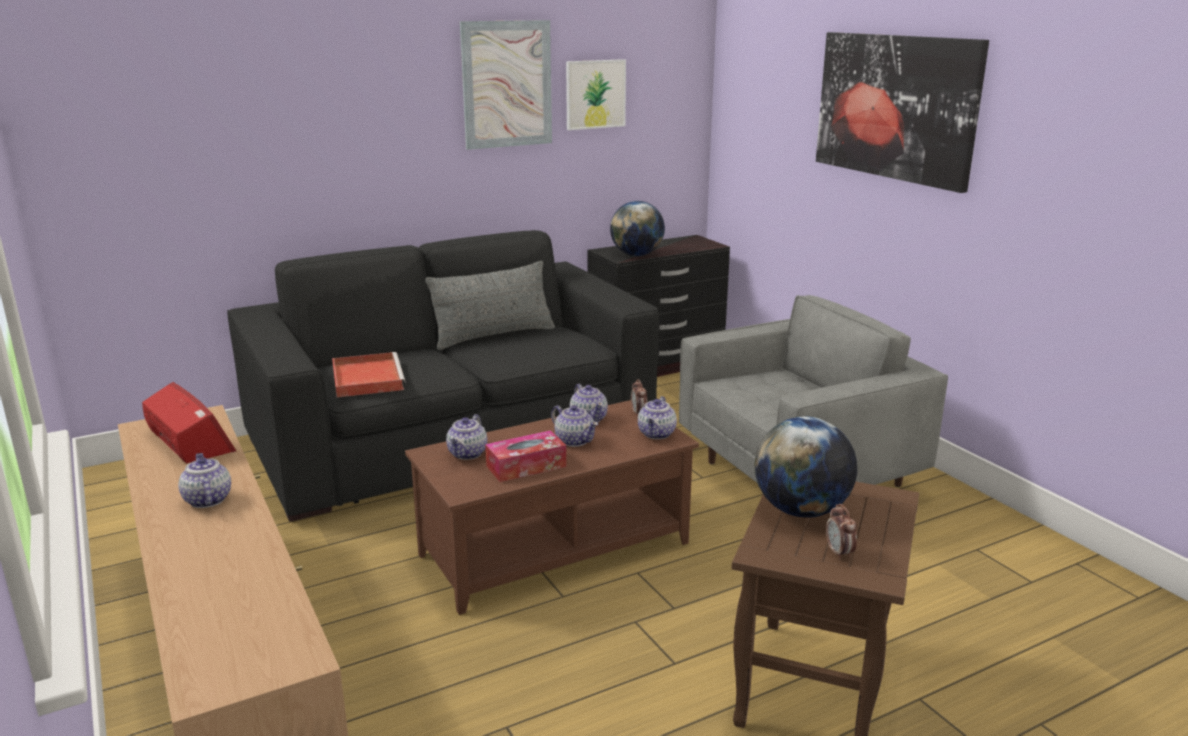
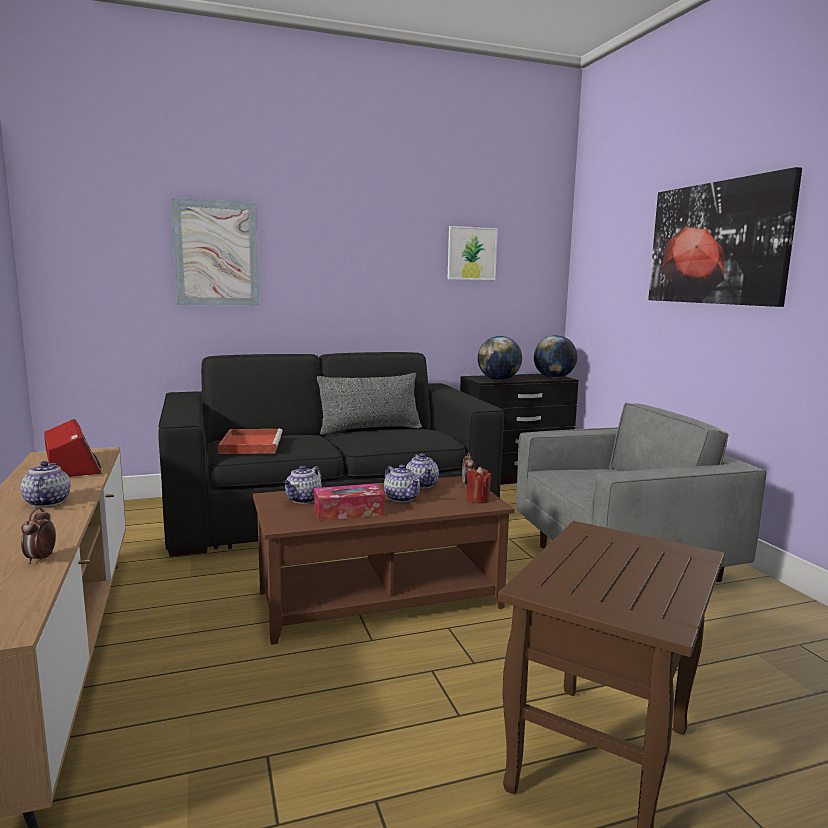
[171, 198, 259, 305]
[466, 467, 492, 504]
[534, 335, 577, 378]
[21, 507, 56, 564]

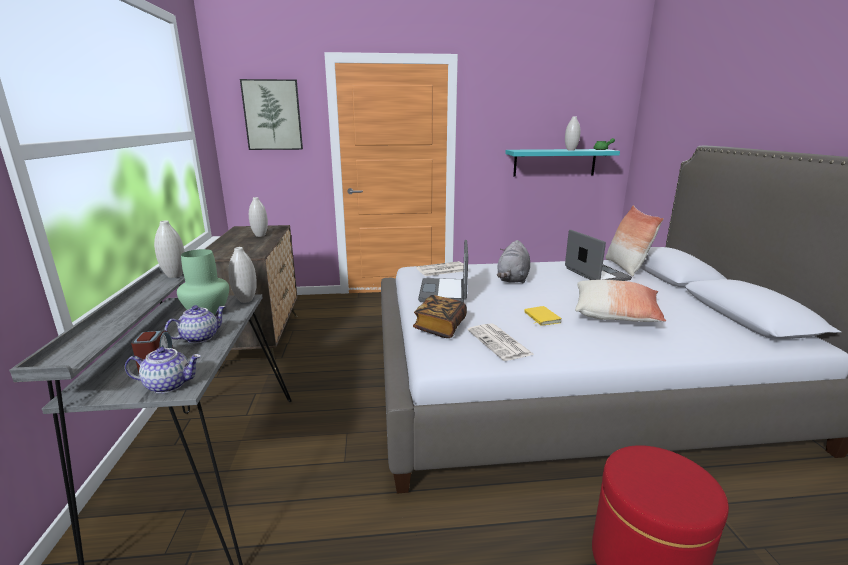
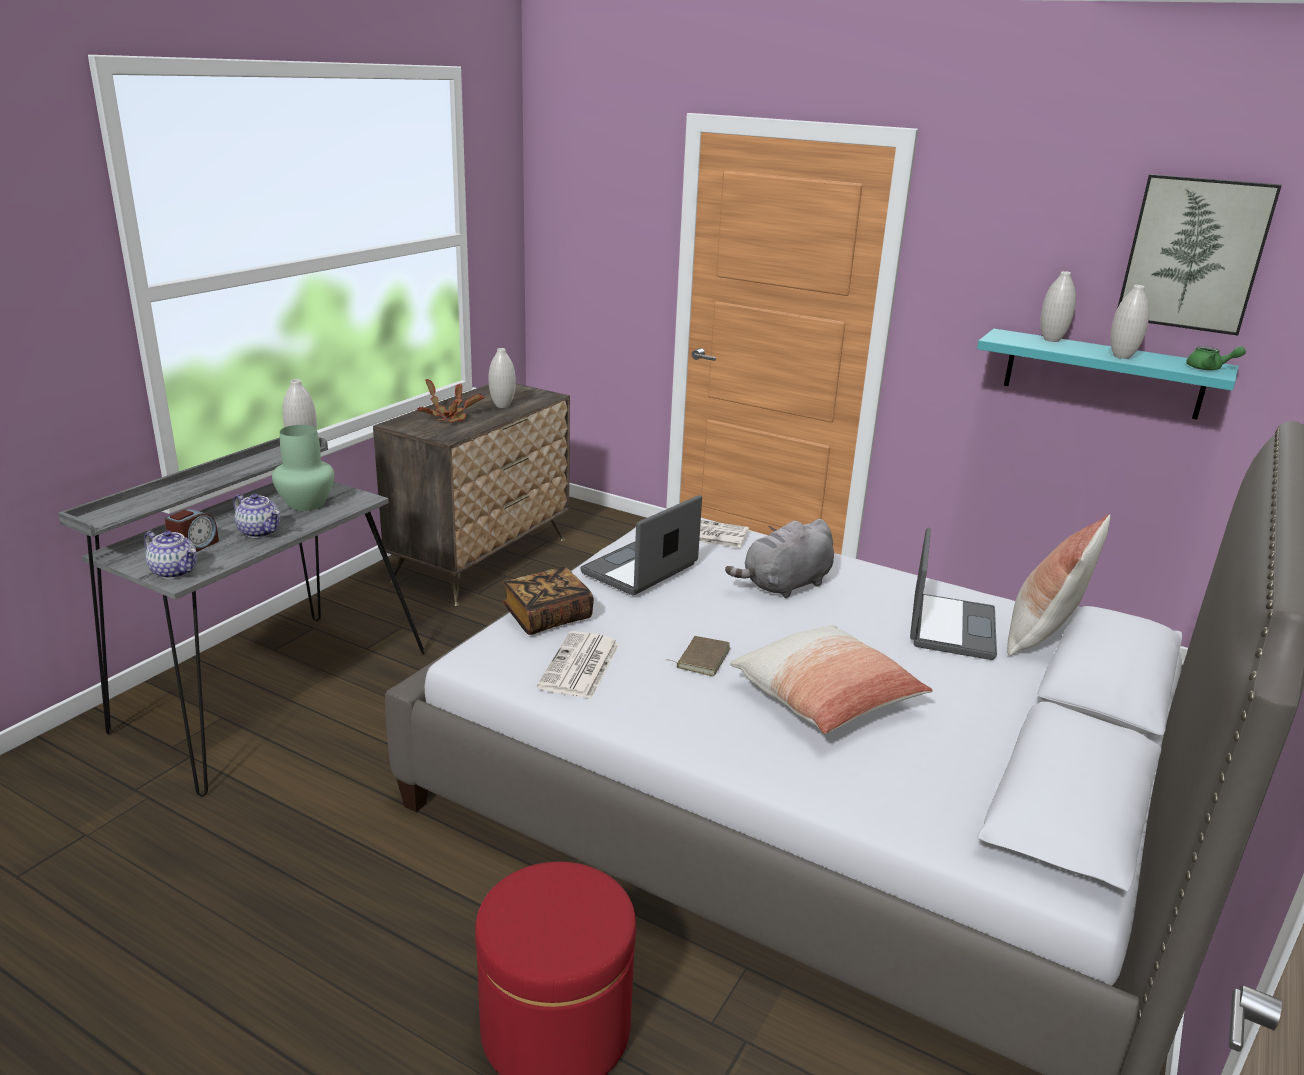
[233, 494, 280, 538]
[1040, 271, 1076, 342]
[1118, 174, 1282, 336]
[670, 636, 730, 676]
[417, 379, 485, 423]

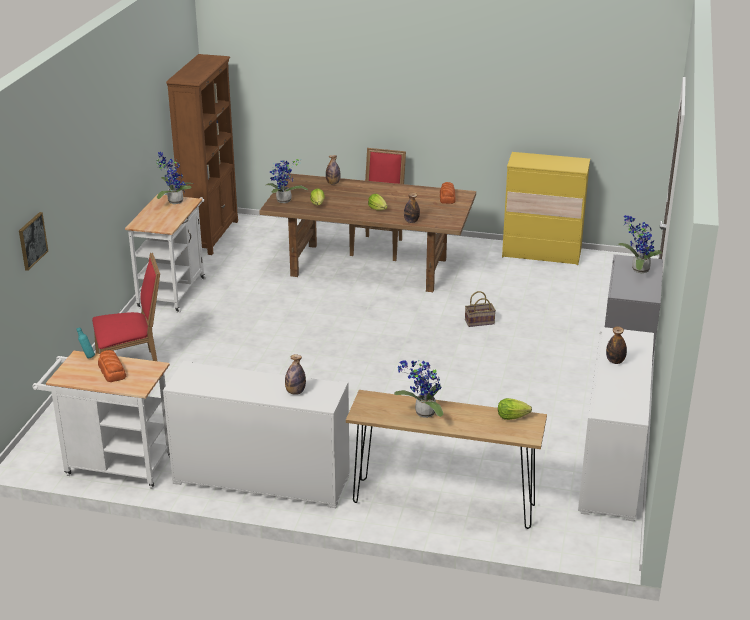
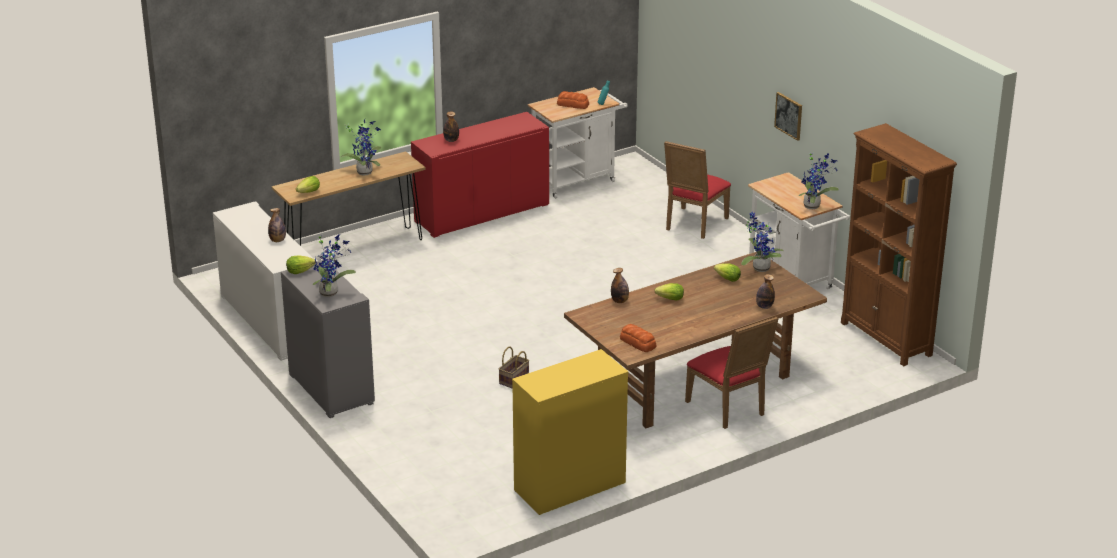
[774, 92, 802, 141]
[411, 112, 549, 238]
[286, 256, 316, 274]

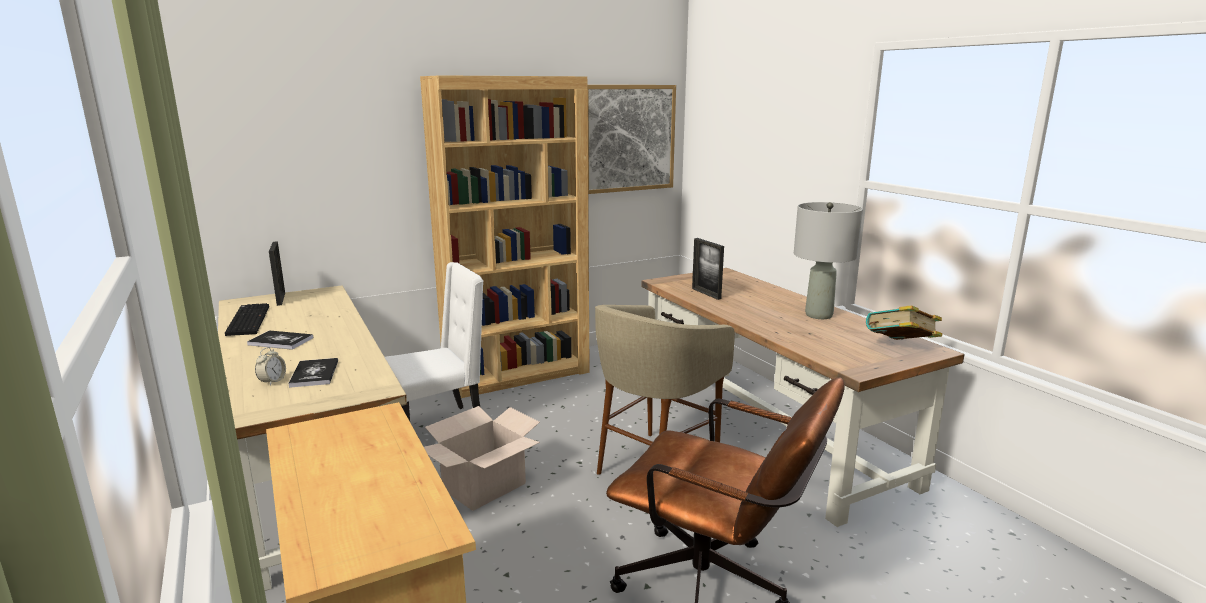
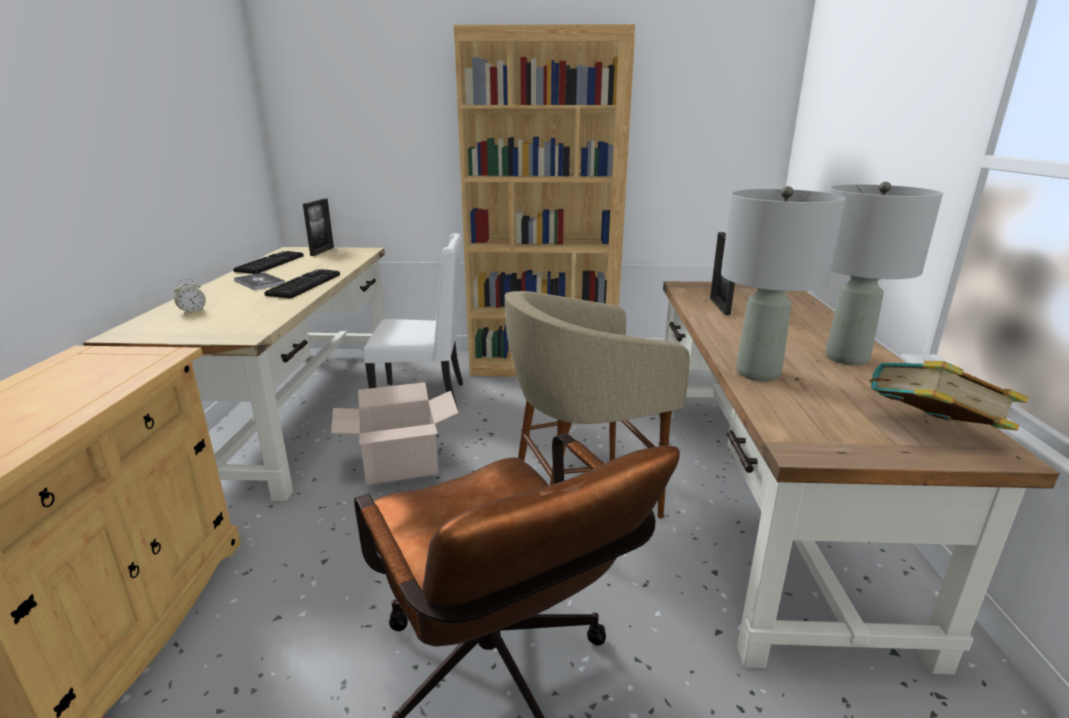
[288, 358, 338, 388] (first image)
[587, 85, 676, 194] (first image)
[264, 269, 340, 299]
[721, 186, 846, 382]

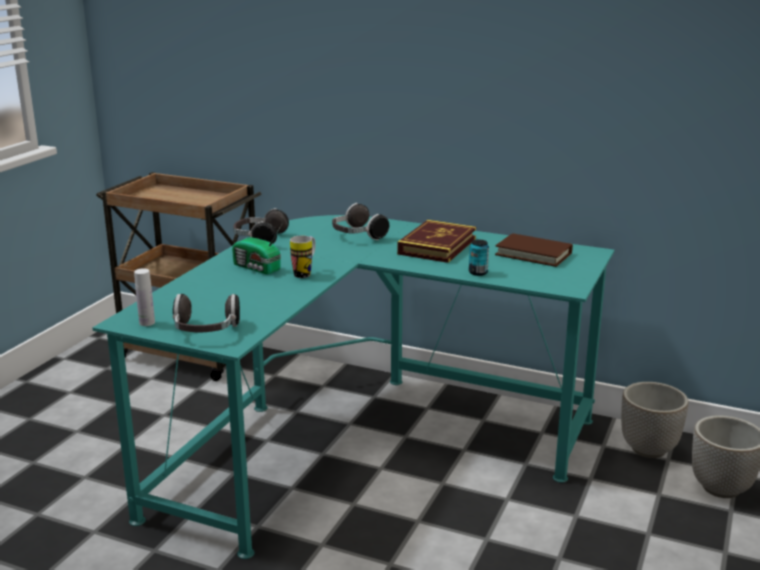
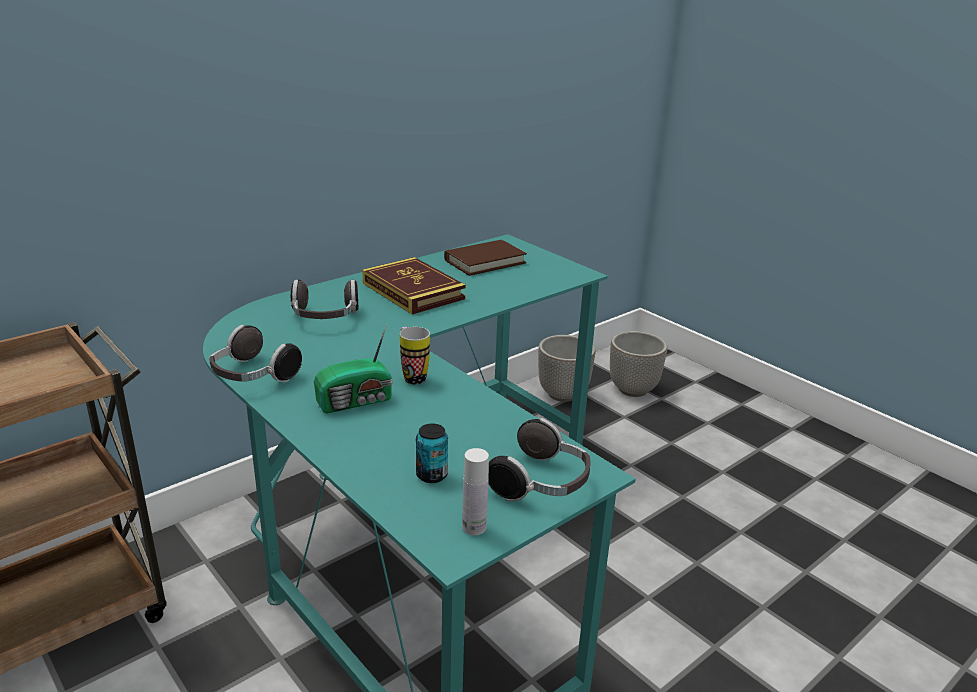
[416, 424, 448, 483]

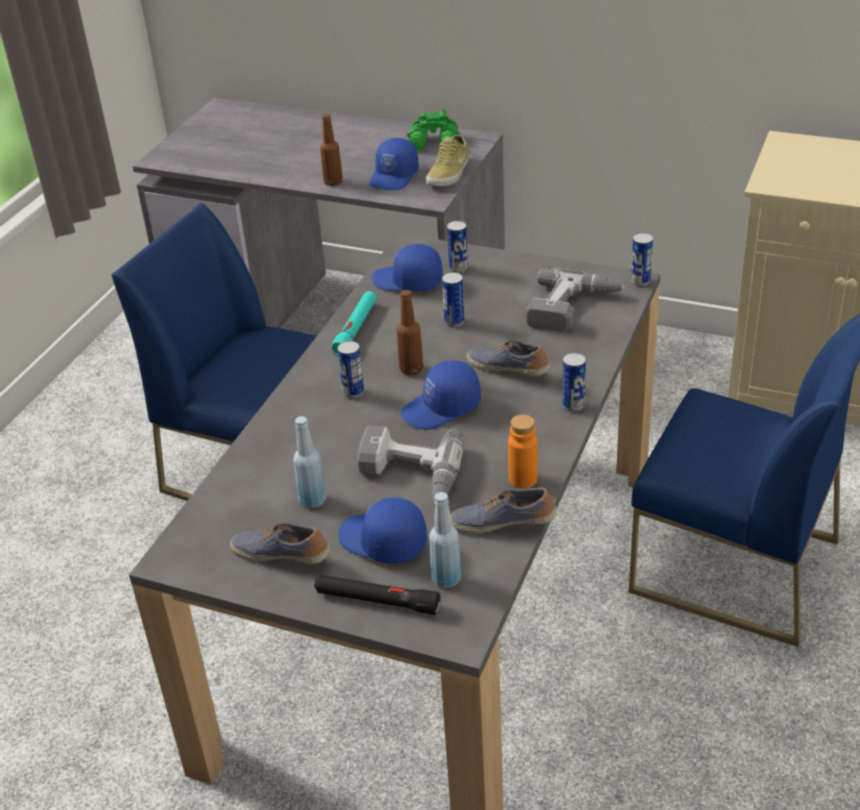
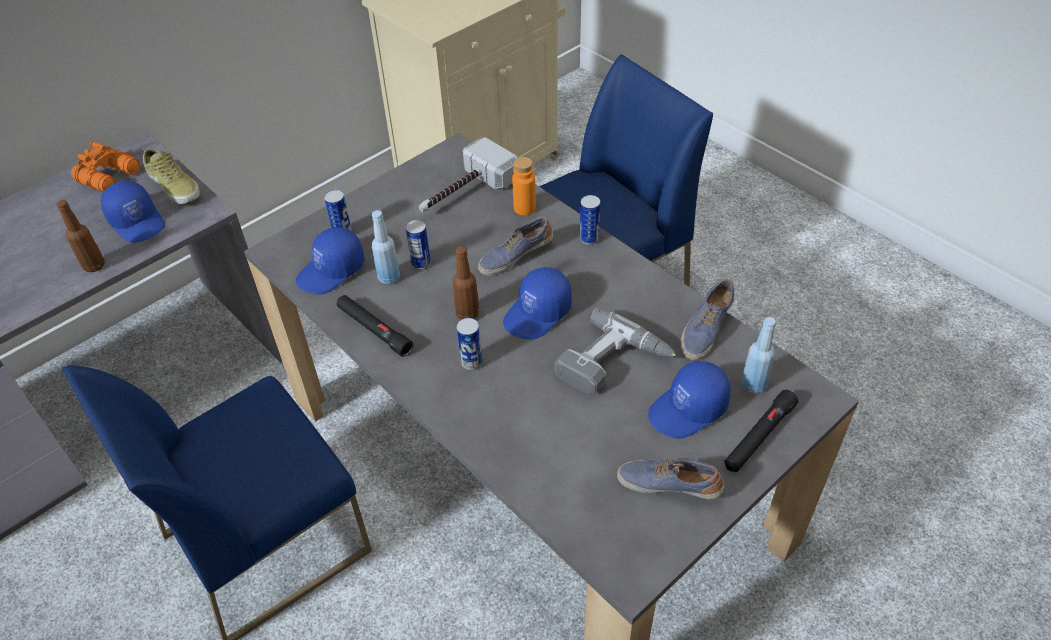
[617, 459, 724, 499]
[372, 210, 400, 284]
[337, 295, 413, 357]
[503, 267, 572, 340]
[71, 141, 140, 192]
[512, 157, 536, 215]
[419, 137, 518, 212]
[631, 233, 653, 287] (first image)

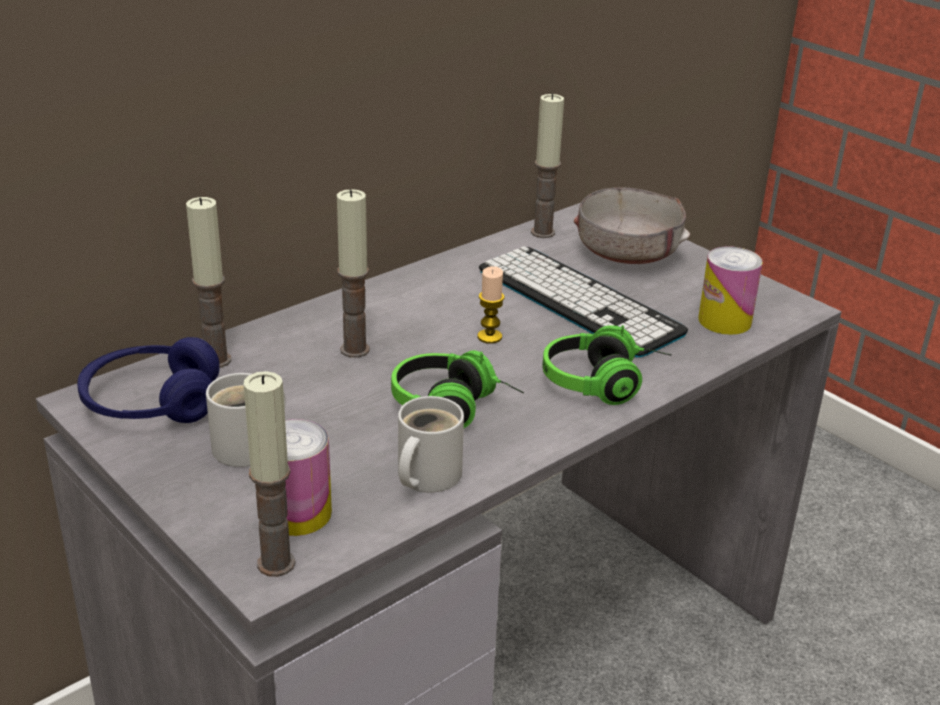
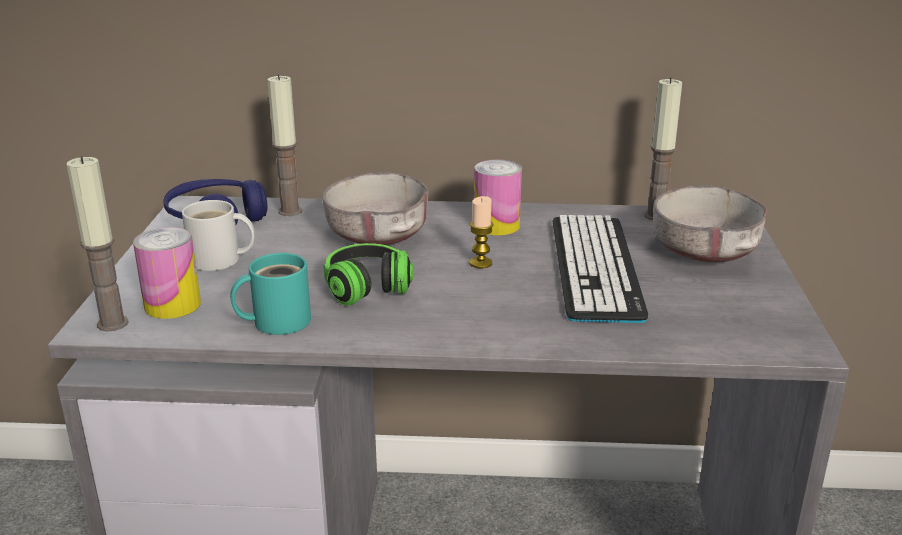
[322, 172, 429, 245]
[230, 253, 311, 335]
[542, 325, 672, 405] (first image)
[474, 160, 522, 236]

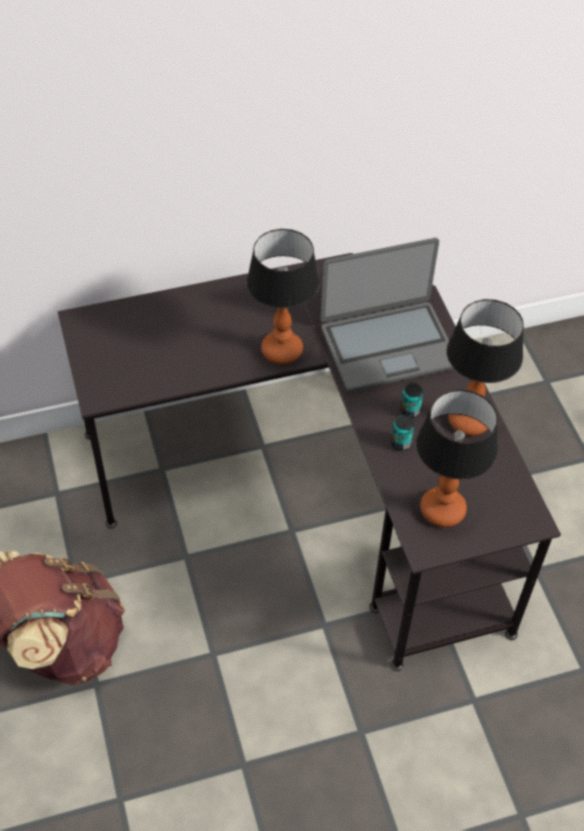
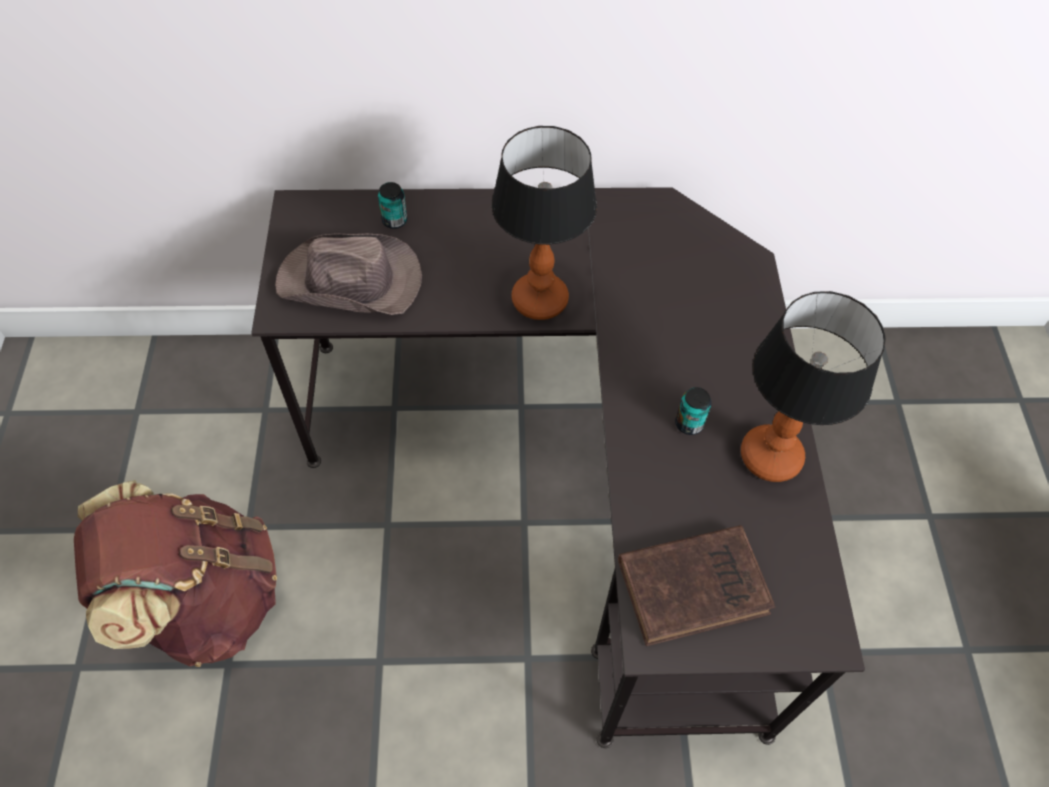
[320, 238, 454, 392] (first image)
[378, 182, 407, 229]
[618, 525, 775, 646]
[275, 233, 422, 315]

